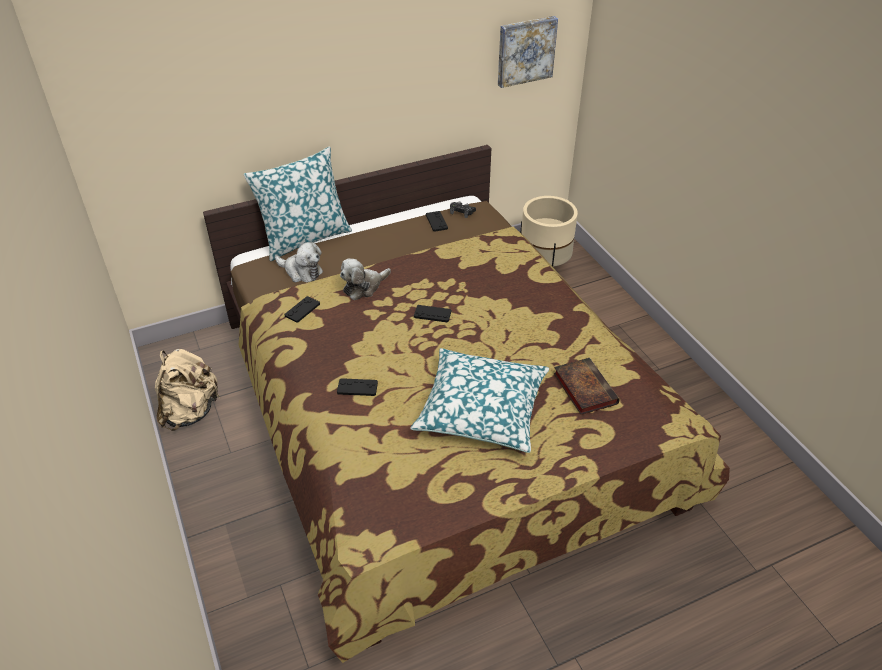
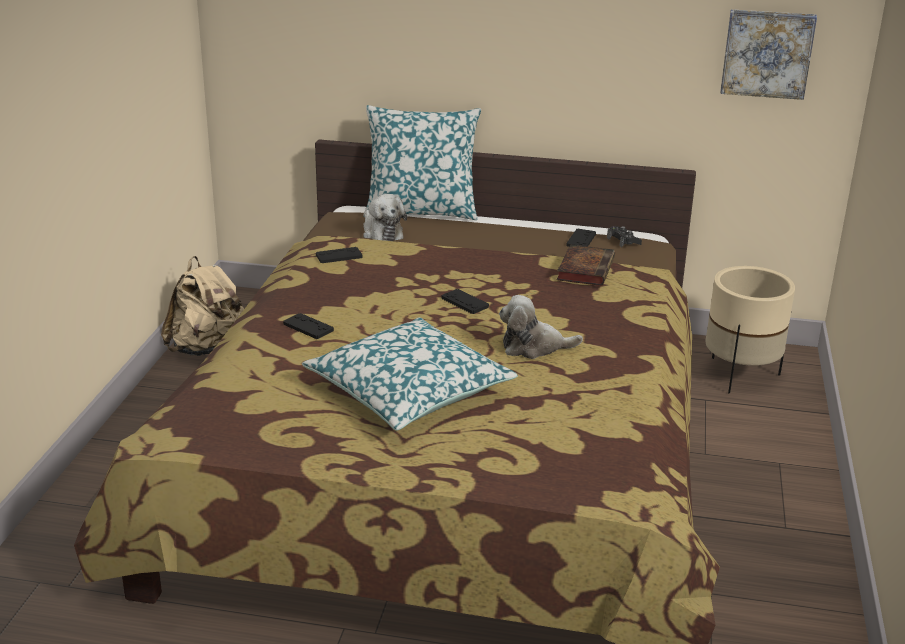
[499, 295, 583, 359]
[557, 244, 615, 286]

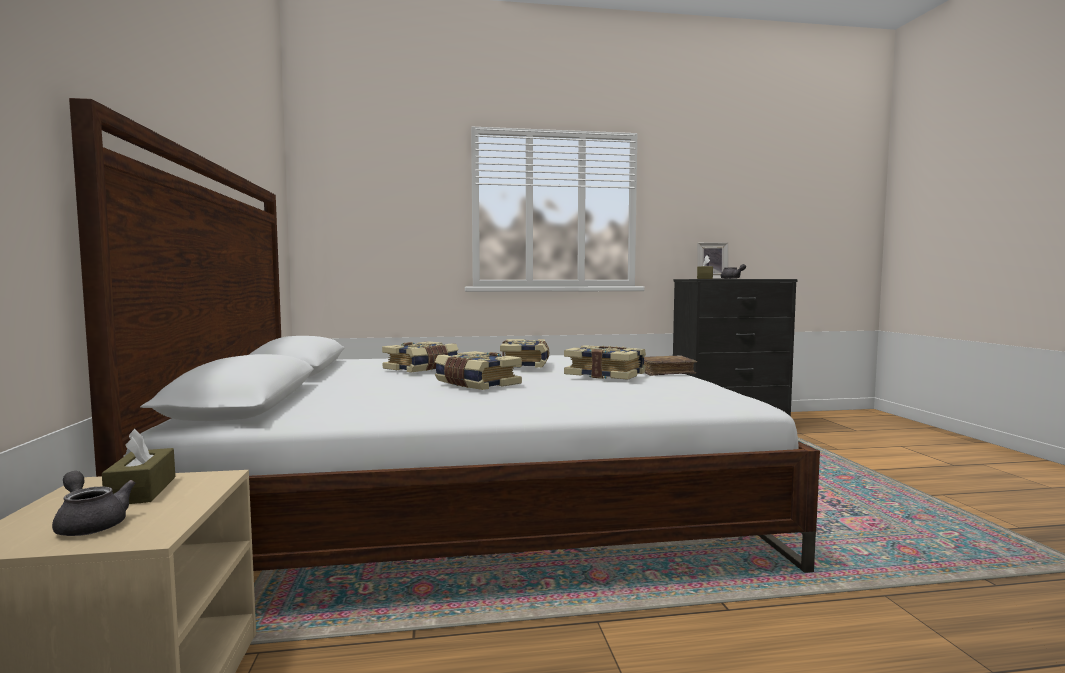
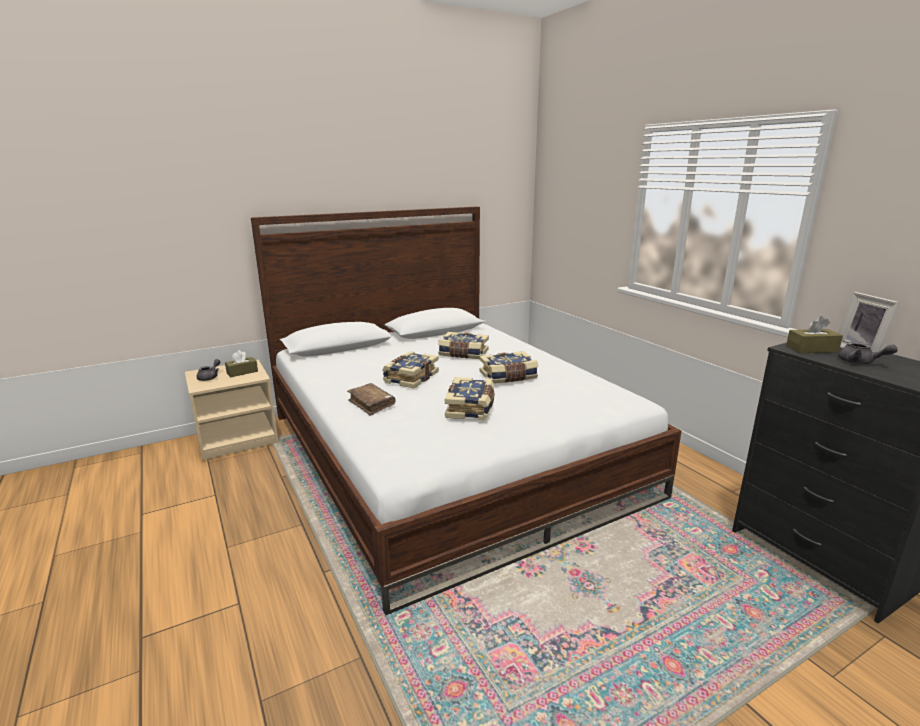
[347, 383, 396, 416]

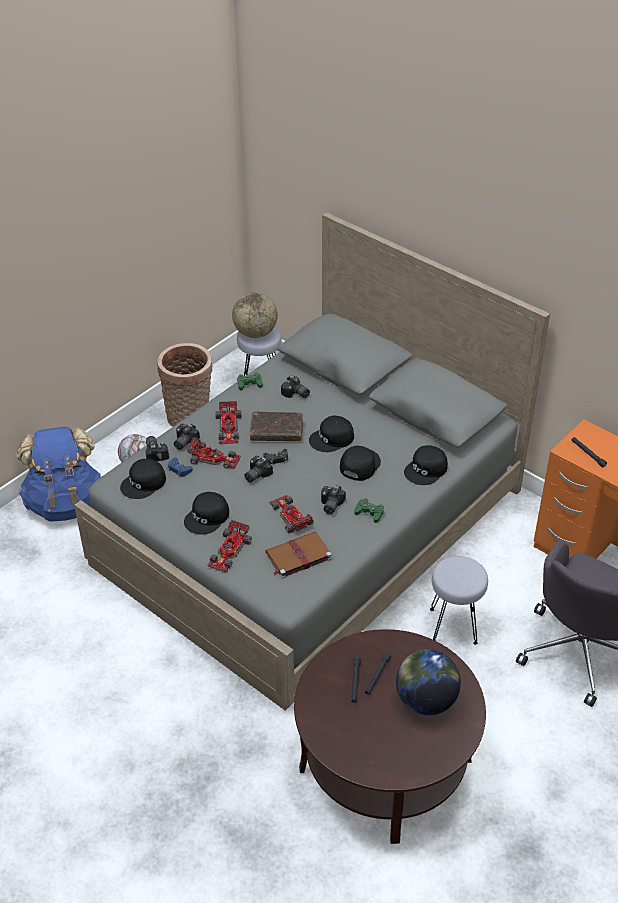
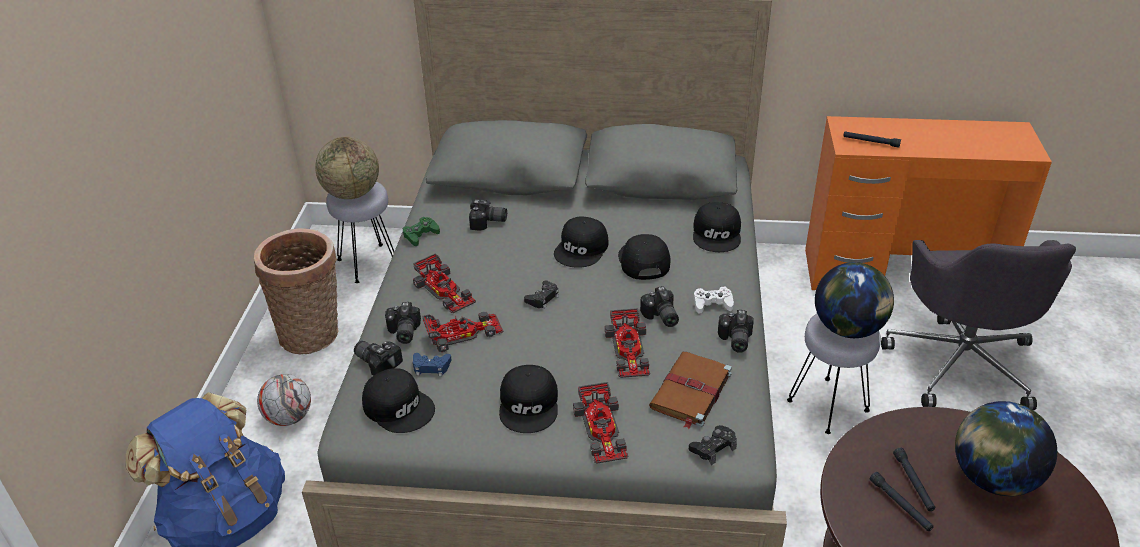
[362, 368, 435, 433]
[718, 310, 754, 353]
[250, 412, 303, 441] (first image)
[605, 308, 650, 378]
[694, 286, 734, 313]
[689, 425, 737, 465]
[815, 262, 894, 338]

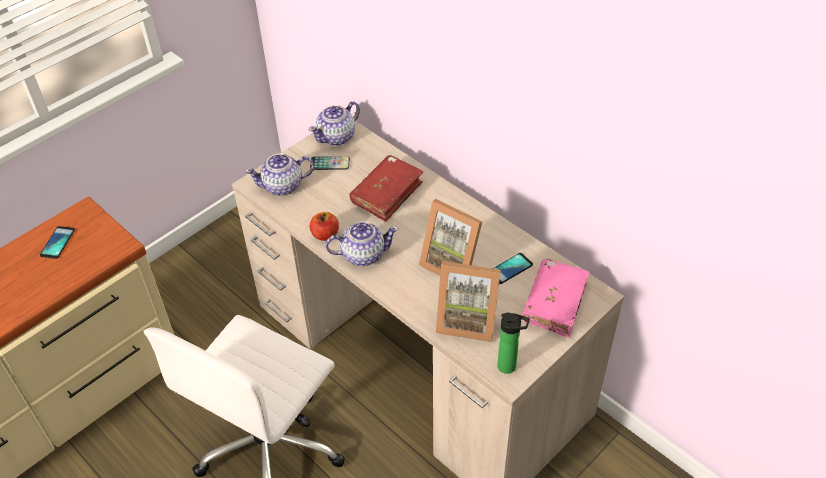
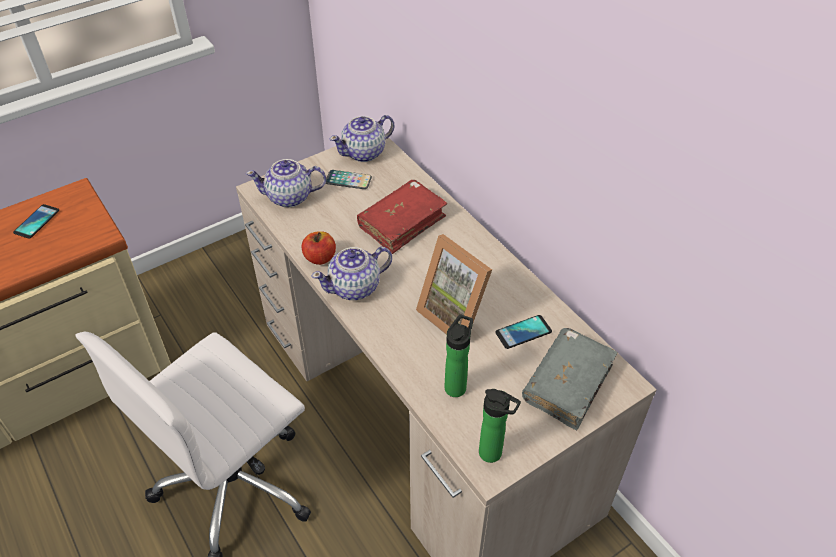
[311, 246, 392, 300]
[444, 314, 473, 397]
[522, 328, 618, 431]

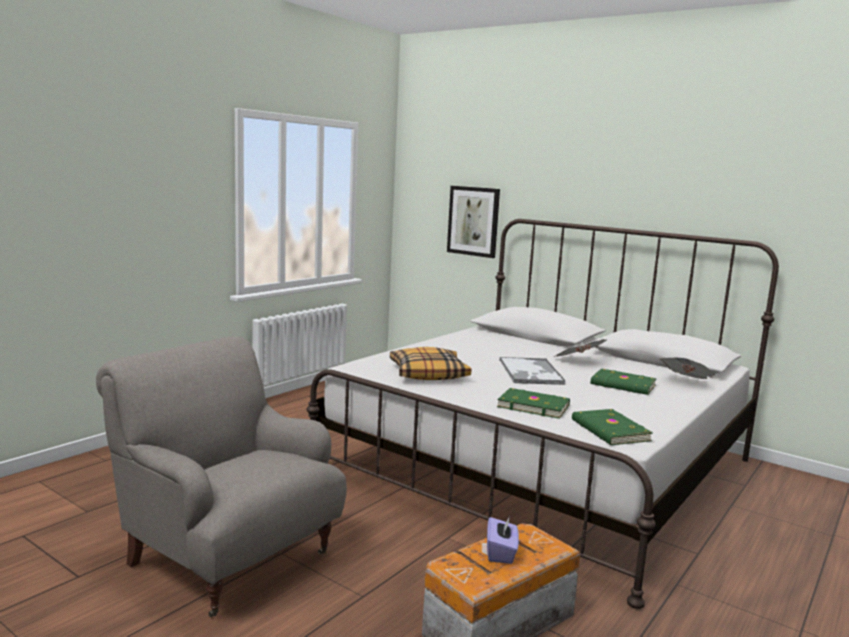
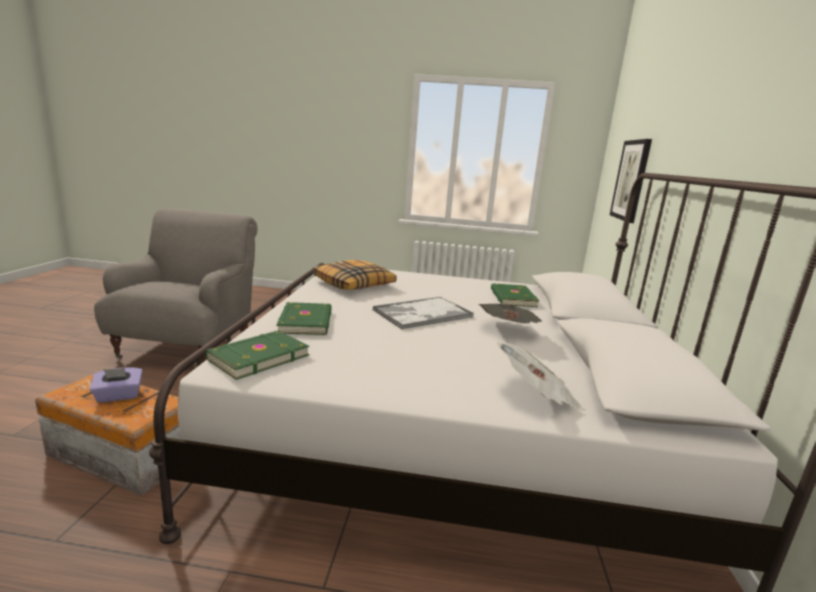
[491, 284, 539, 307]

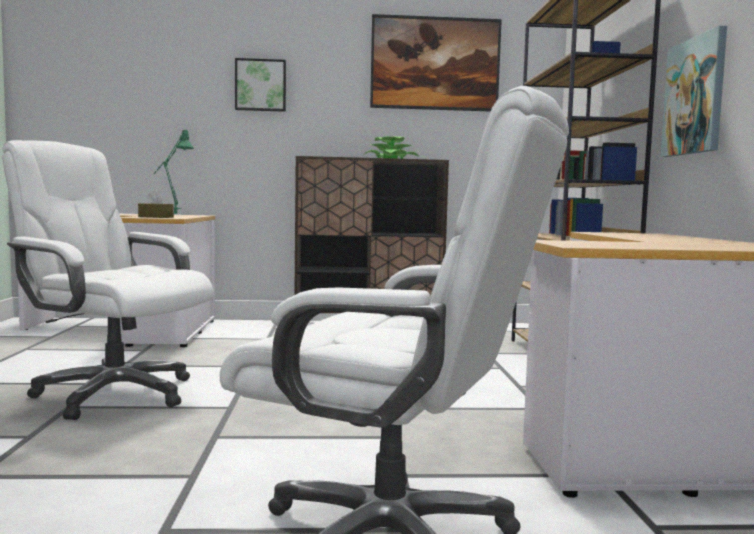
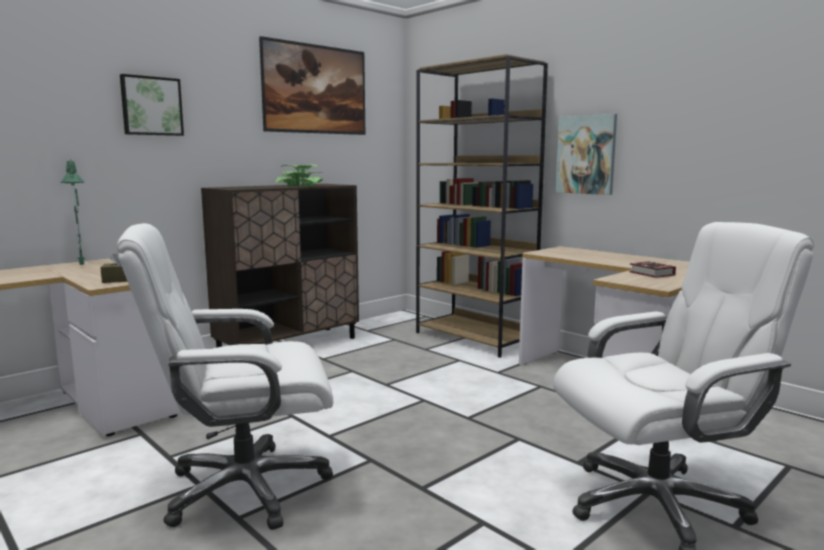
[629, 262, 676, 278]

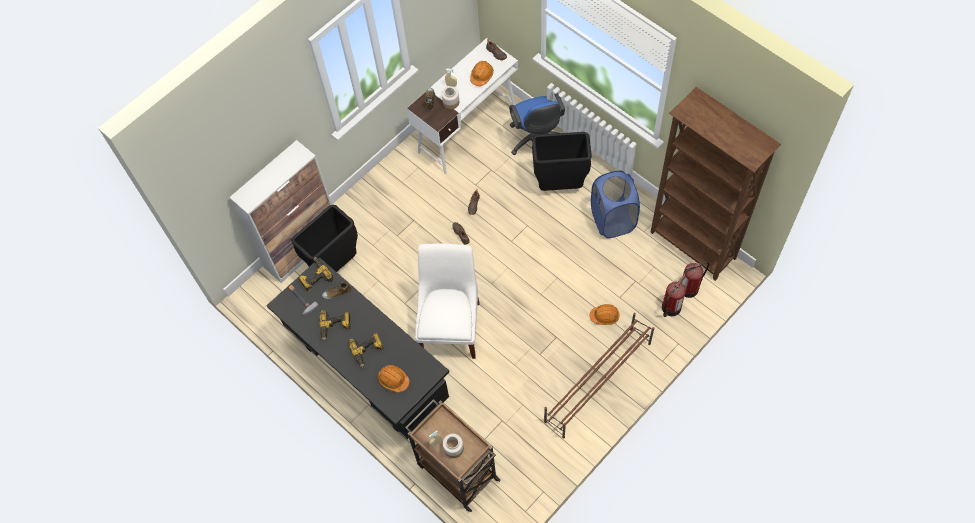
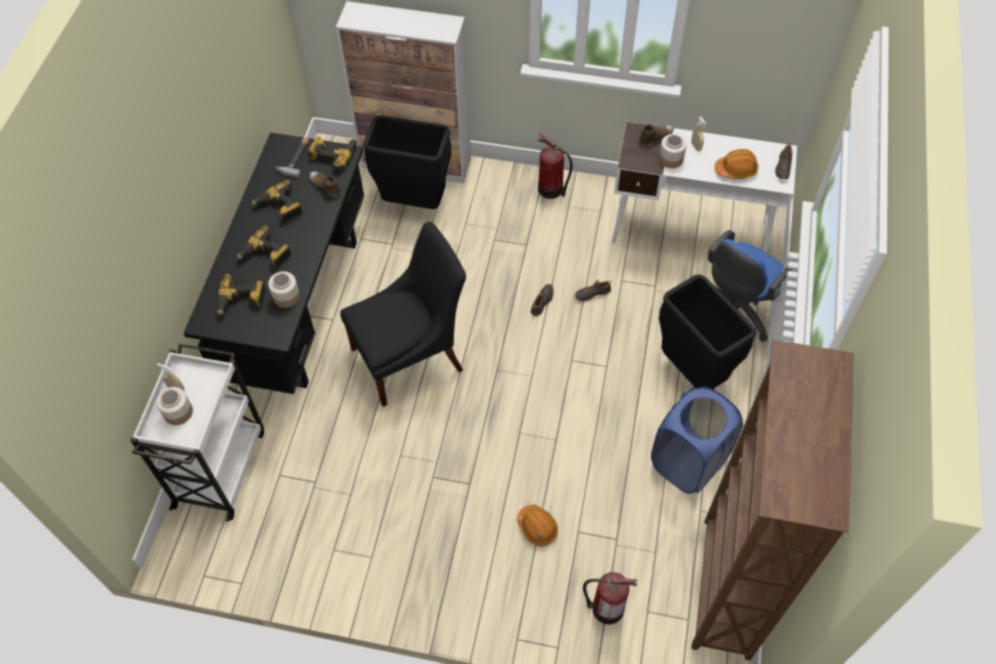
[217, 274, 266, 316]
[130, 344, 264, 522]
[340, 222, 466, 407]
[544, 313, 654, 438] (first image)
[538, 133, 572, 199]
[268, 271, 300, 308]

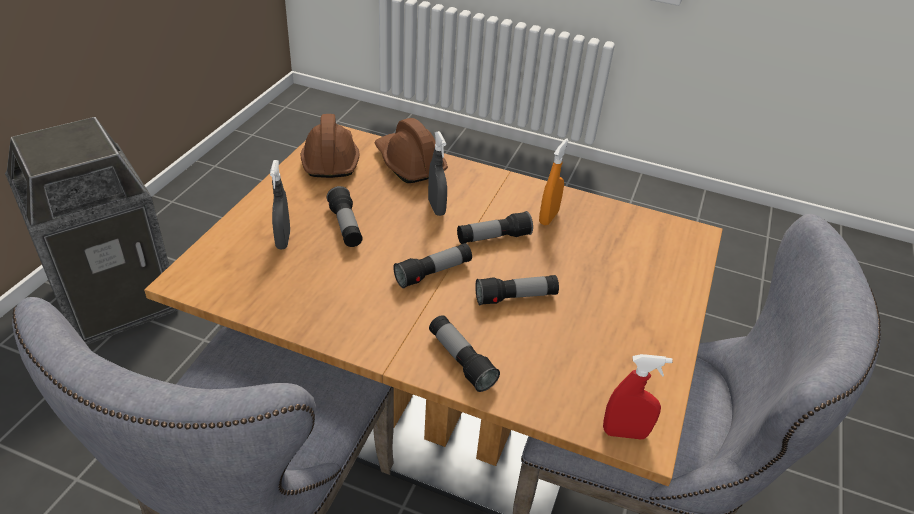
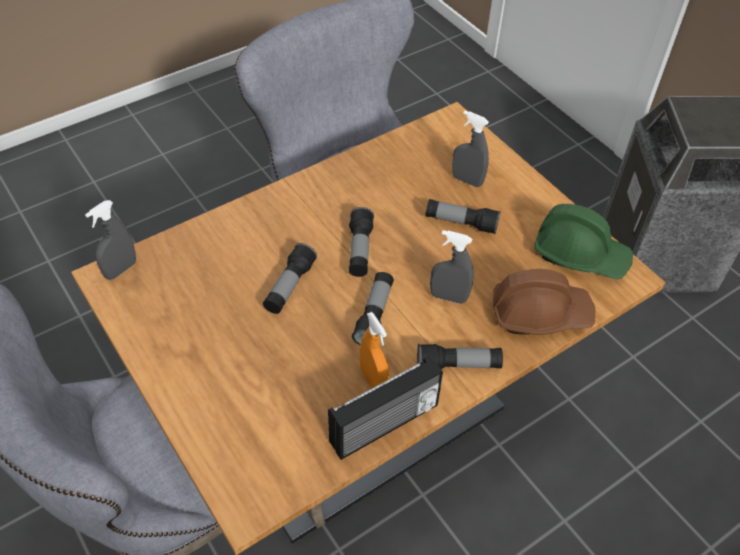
[534, 204, 633, 279]
[417, 344, 503, 369]
[85, 200, 136, 280]
[328, 356, 443, 460]

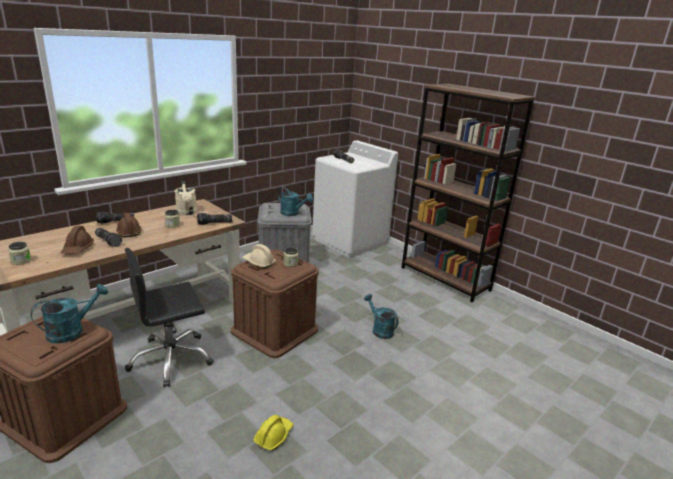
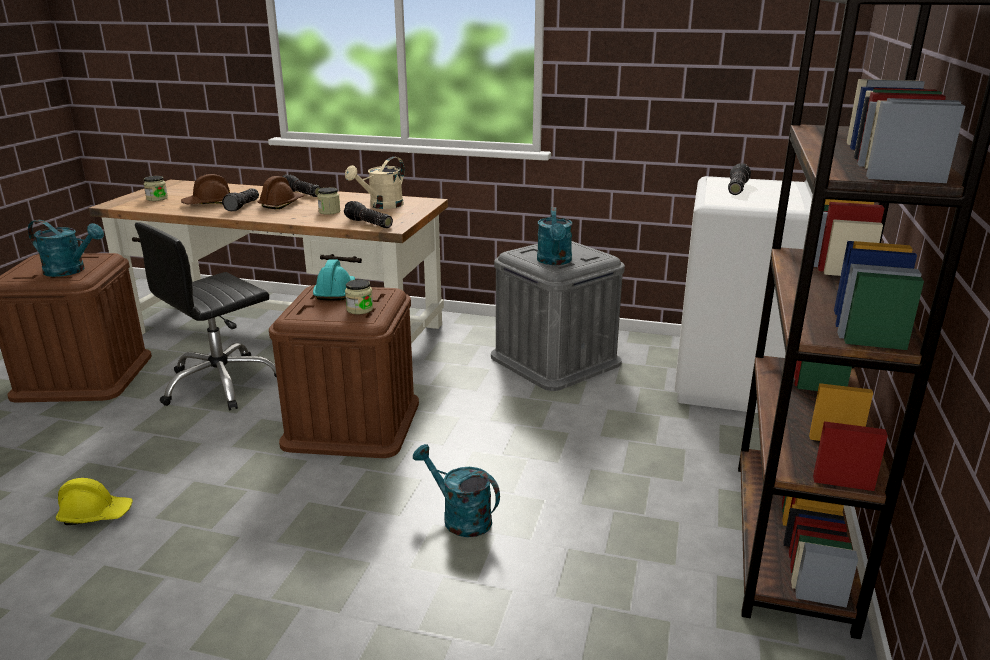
[135, 222, 277, 411]
[313, 259, 355, 301]
[413, 444, 500, 537]

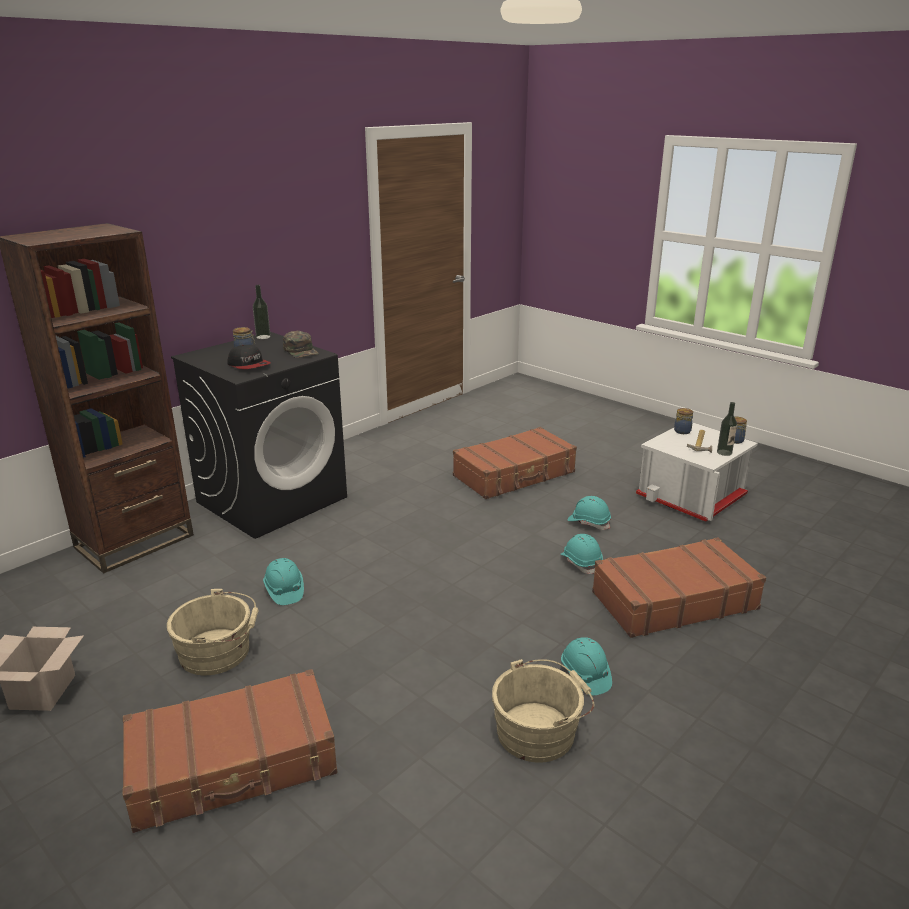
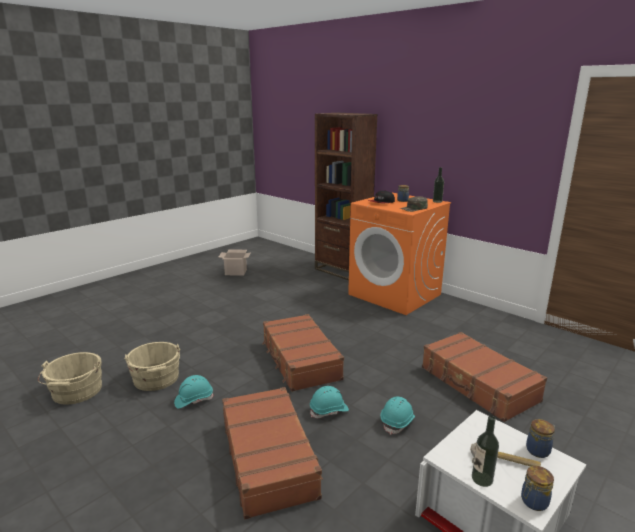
[262, 314, 344, 392]
[38, 352, 102, 405]
[348, 192, 451, 315]
[263, 558, 304, 605] (first image)

